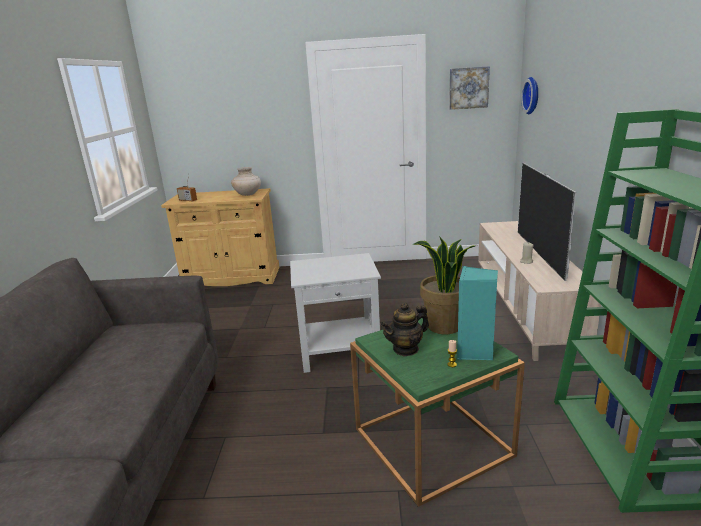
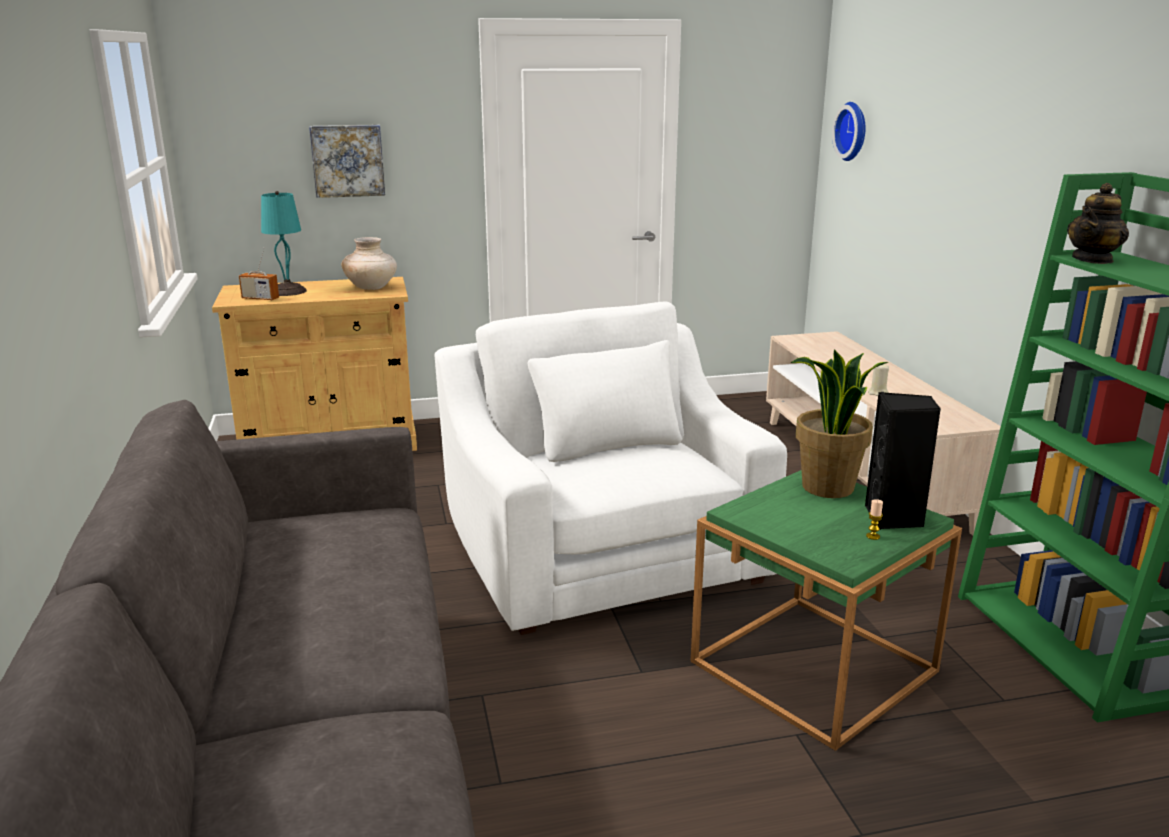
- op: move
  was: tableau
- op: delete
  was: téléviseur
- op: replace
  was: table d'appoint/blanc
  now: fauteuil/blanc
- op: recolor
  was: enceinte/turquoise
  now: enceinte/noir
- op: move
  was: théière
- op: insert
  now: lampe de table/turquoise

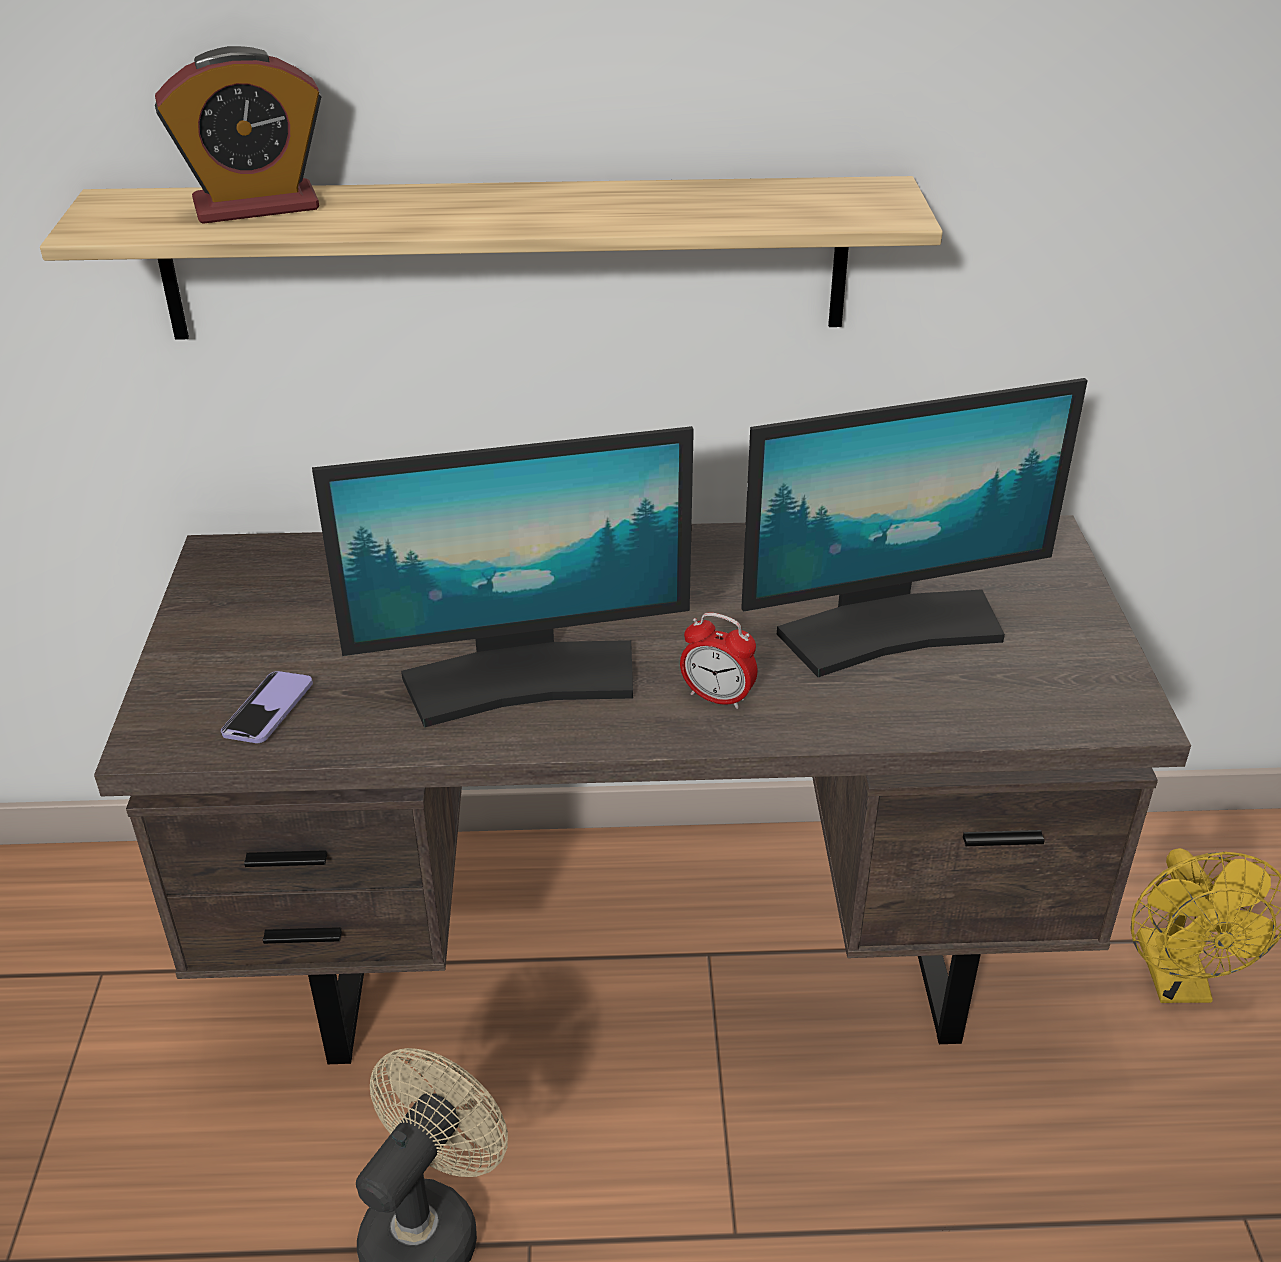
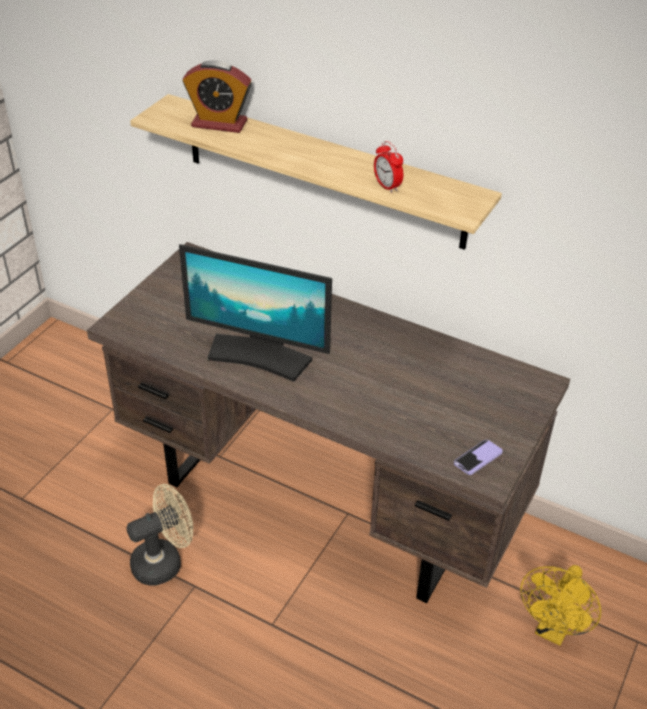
- op: delete
  was: écran d'ordinateur (2nd from left)
- op: move
  was: réveil (2nd from left)
- op: move
  was: téléphone

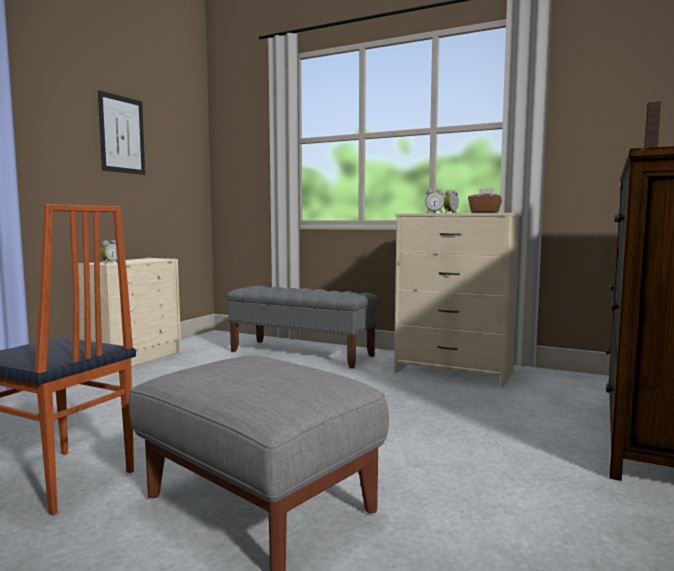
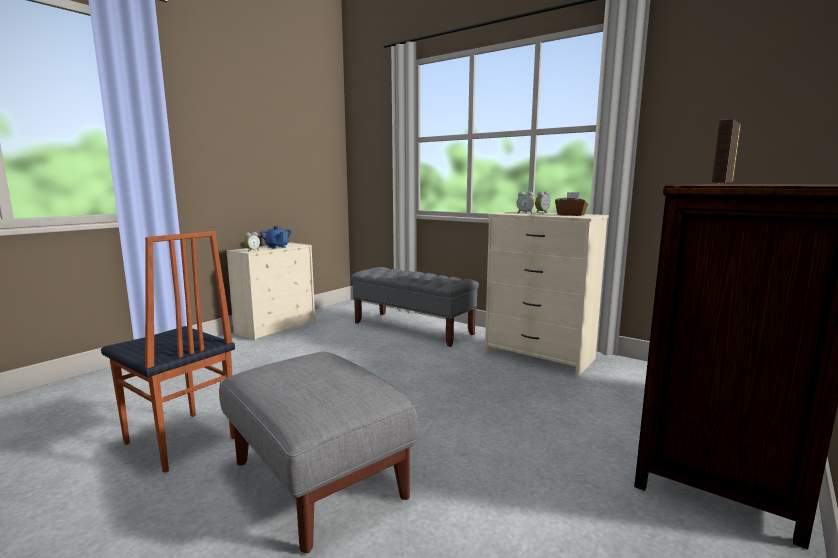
- op: delete
  was: tableau
- op: insert
  now: théière/bleu

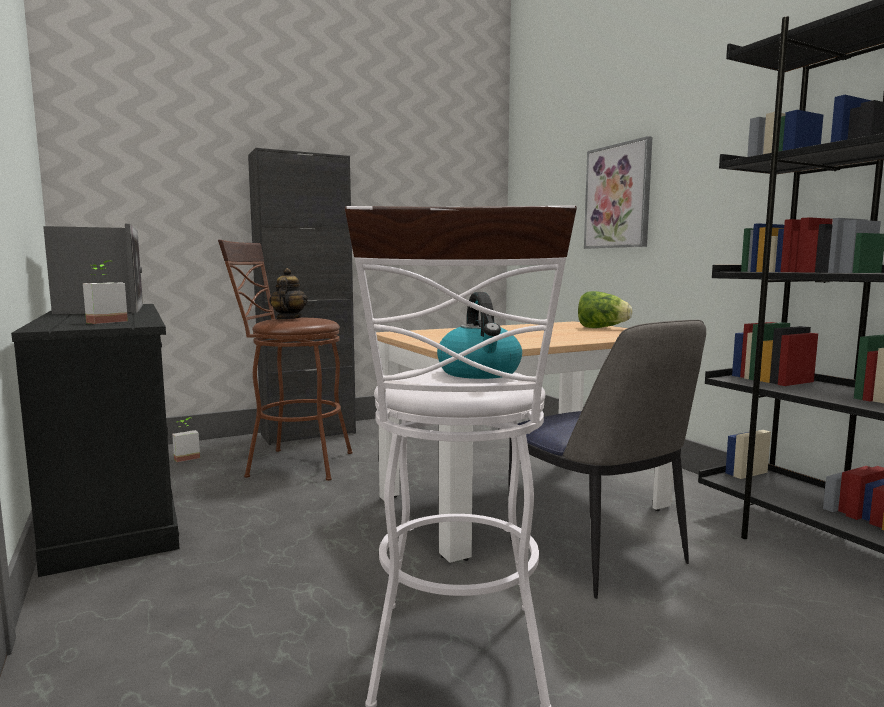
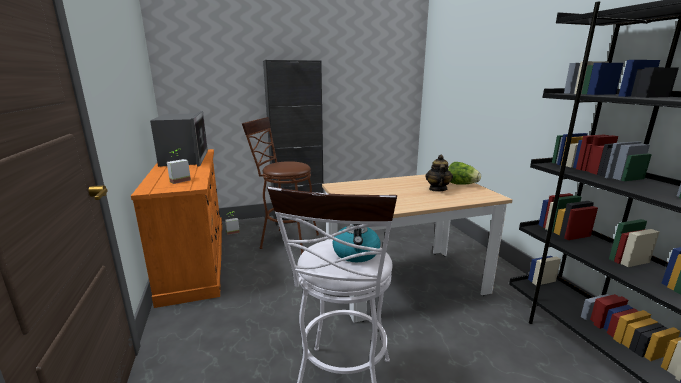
- op: delete
  was: tableau
- op: move
  was: théière
- op: recolor
  was: commode/noir
  now: commode/orange
- op: delete
  was: chaise

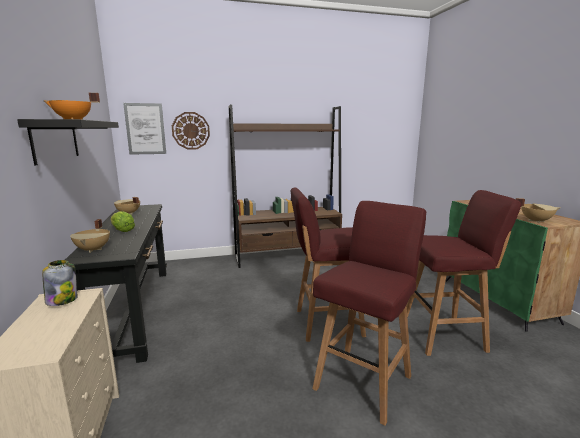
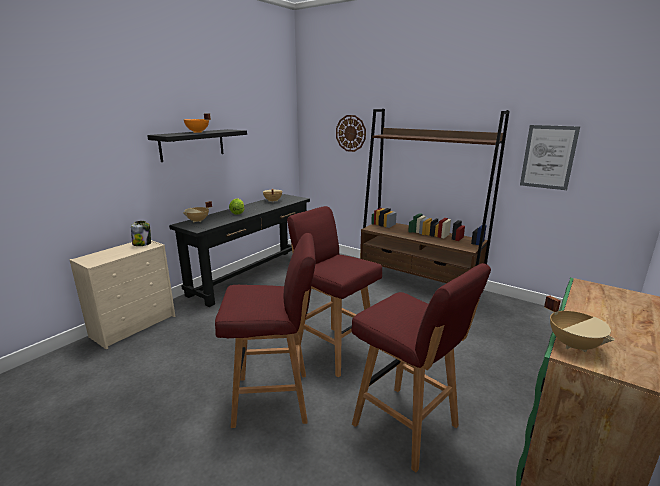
- op: move
  was: tableau

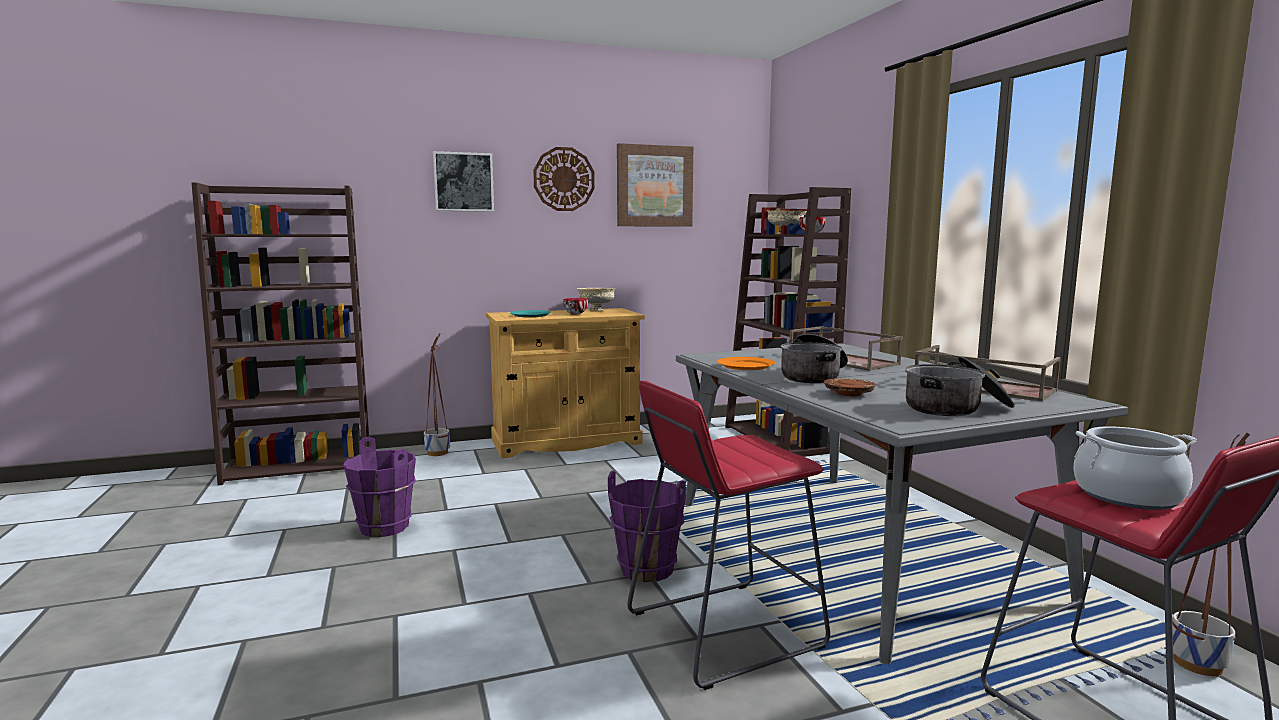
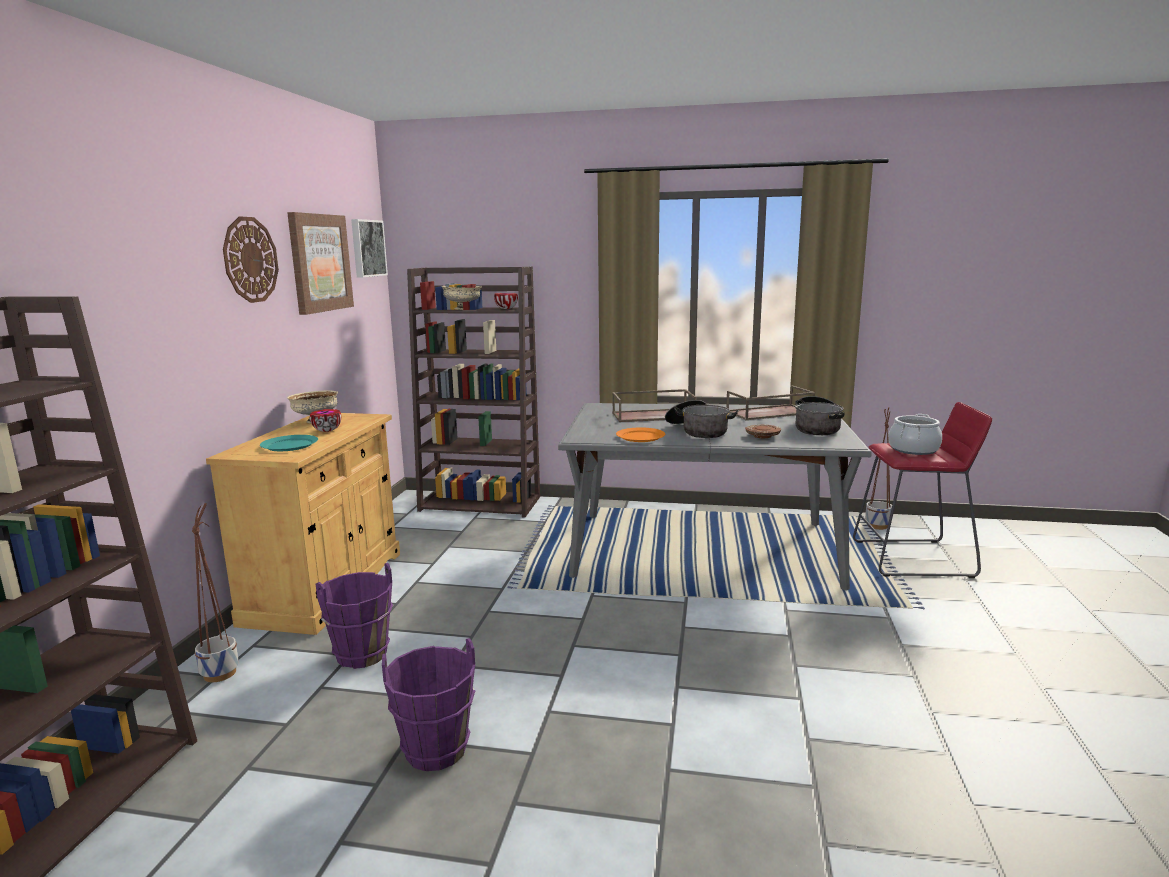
- op: move
  was: tableau (1st from left in the first image)
  now: tableau (2nd from left)
- op: delete
  was: tabouret/rouge (1st from left)
- op: move
  was: seau/violet (2nd from left in the first image)
  now: seau/violet (1st from left)

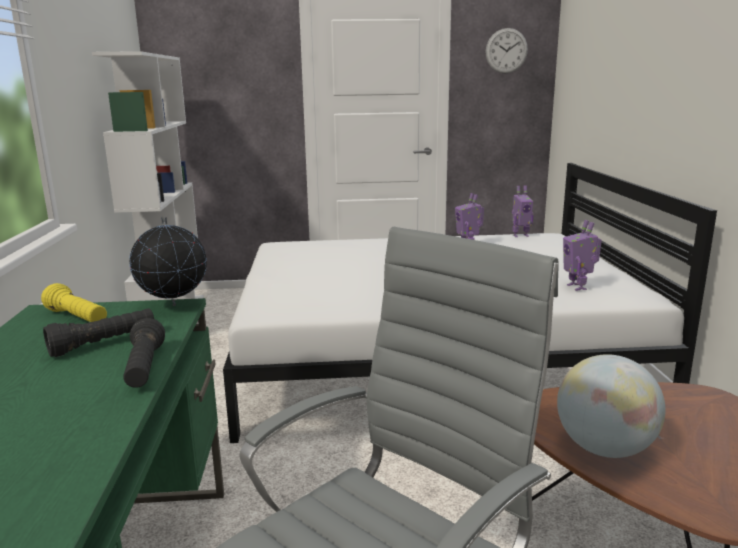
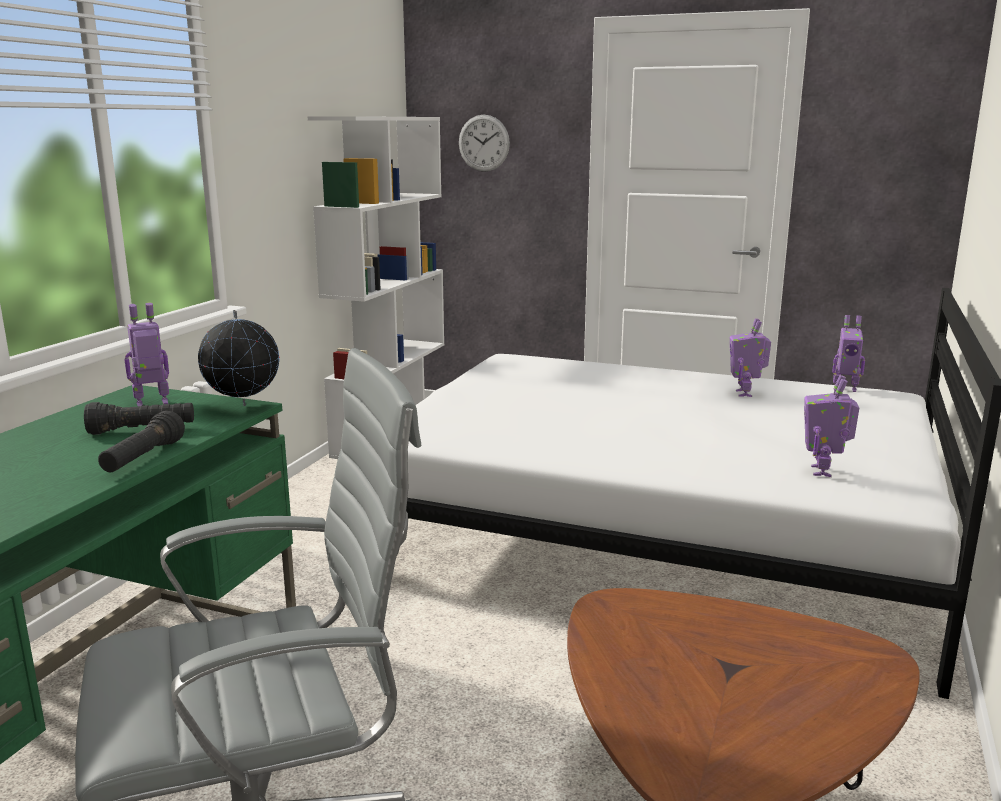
- op: move
  was: horloge murale
- op: replace
  was: lampe de poche/jaune
  now: robot jouet (1st from left)
- op: delete
  was: globe (2nd from left)

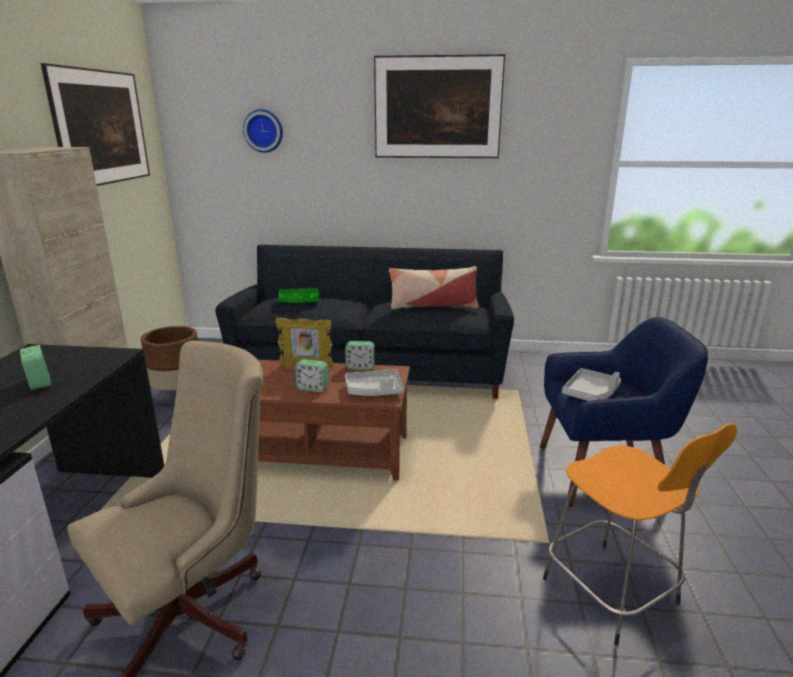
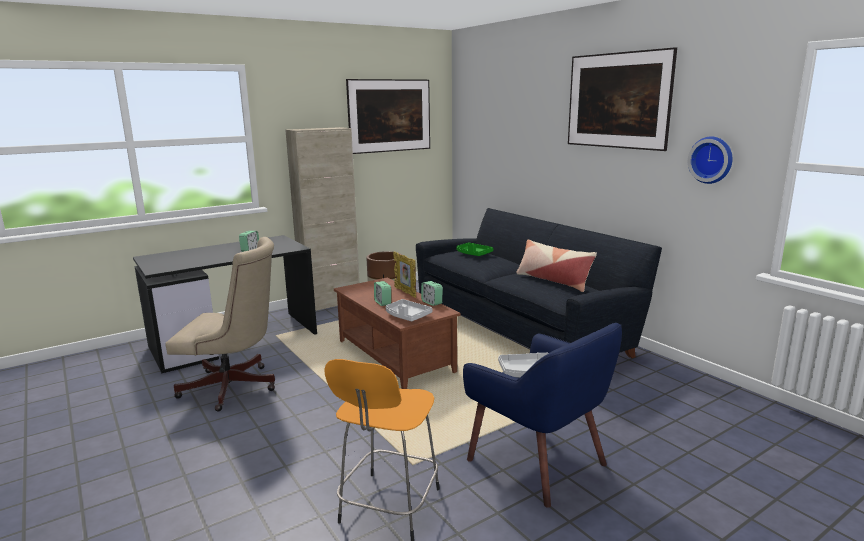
- op: move
  was: horloge murale

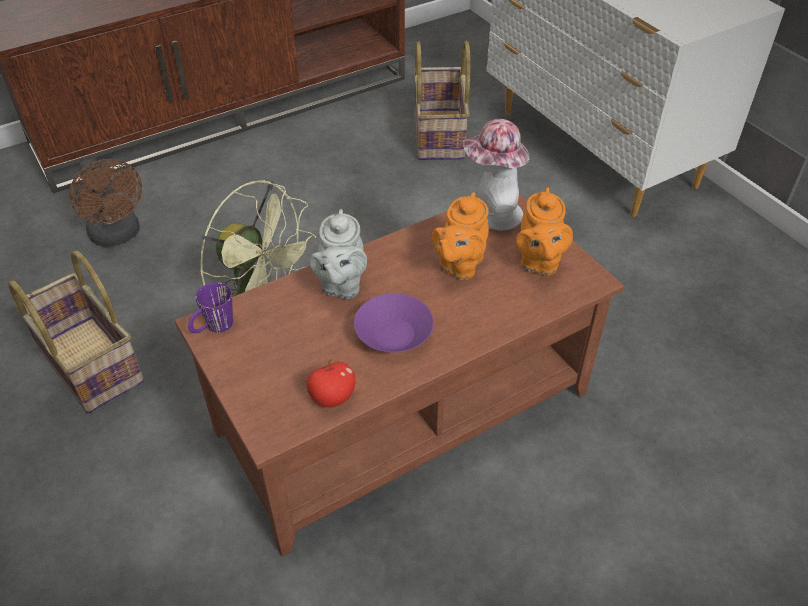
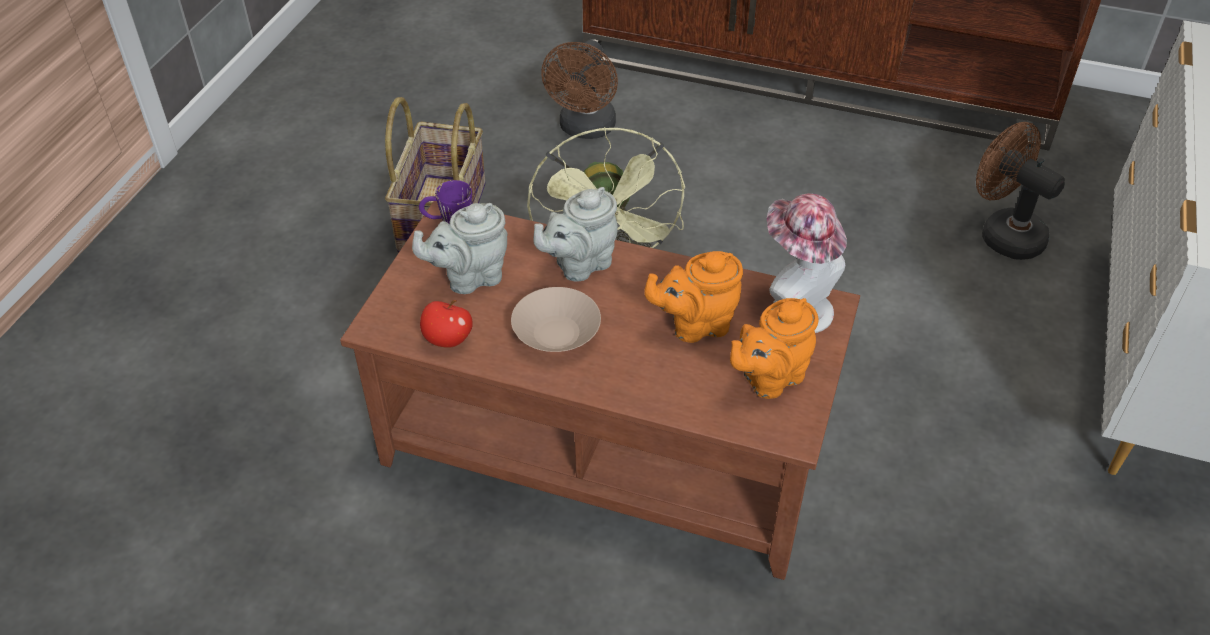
- op: replace
  was: panier (2nd from left)
  now: ventilateur/marron (2nd from left)
- op: recolor
  was: bol/violet
  now: bol/beige
- op: insert
  now: théière/gris (1st from left)

